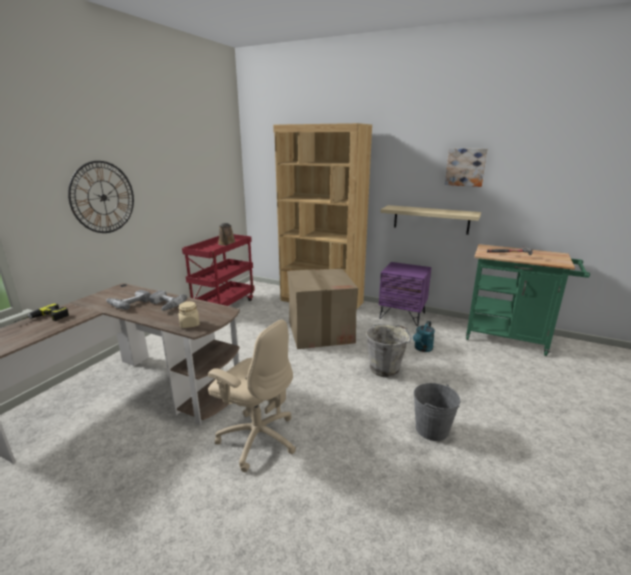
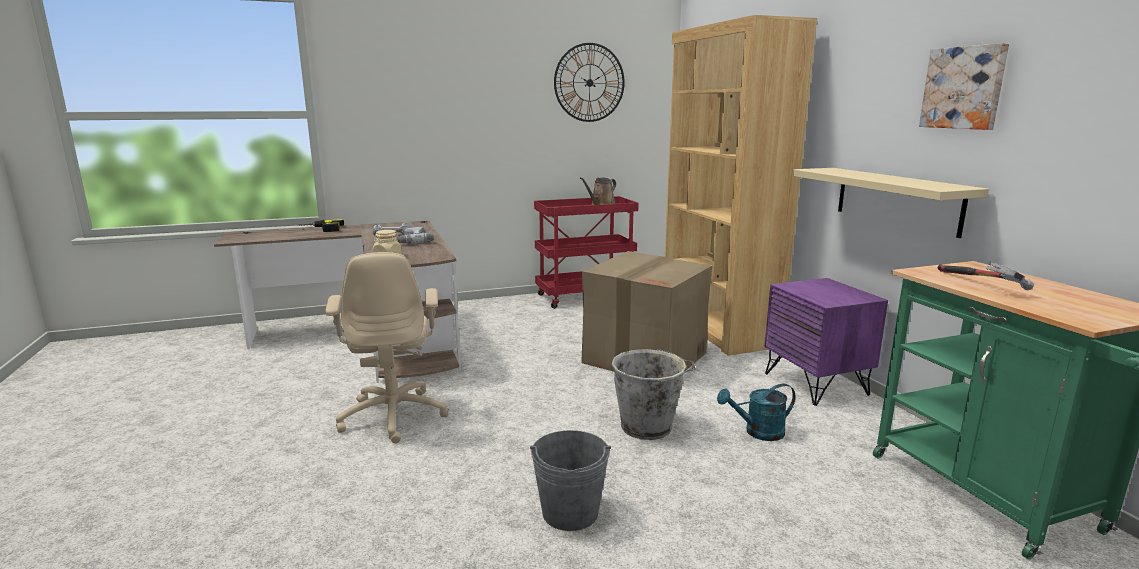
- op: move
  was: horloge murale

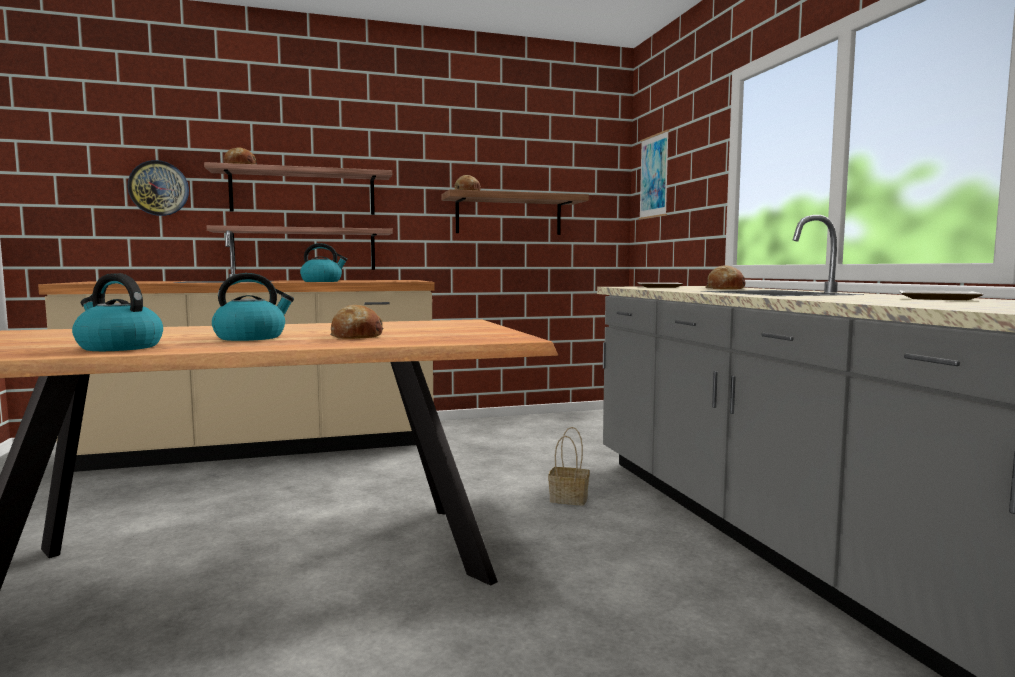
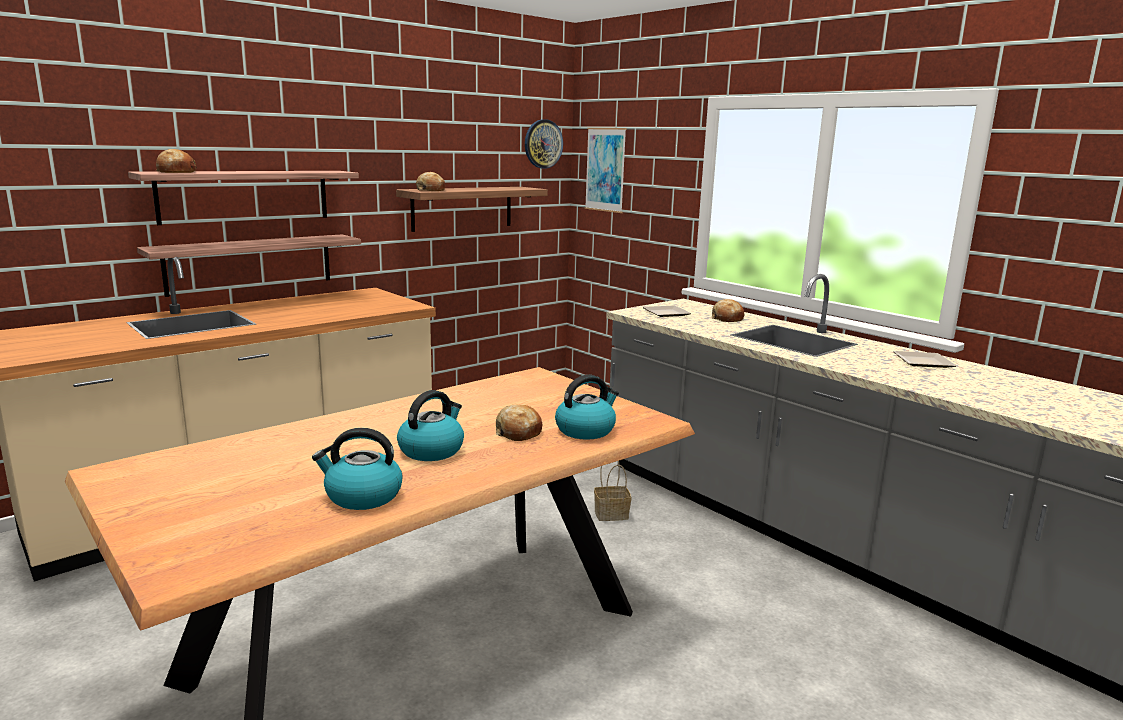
- op: move
  was: horloge murale
- op: move
  was: bouilloire (3rd from left)

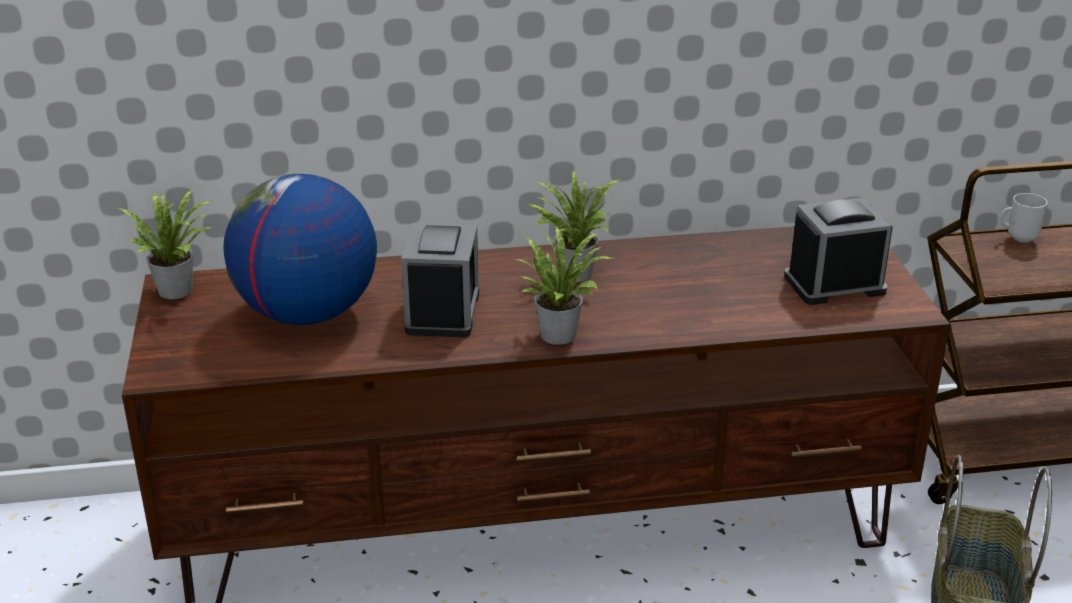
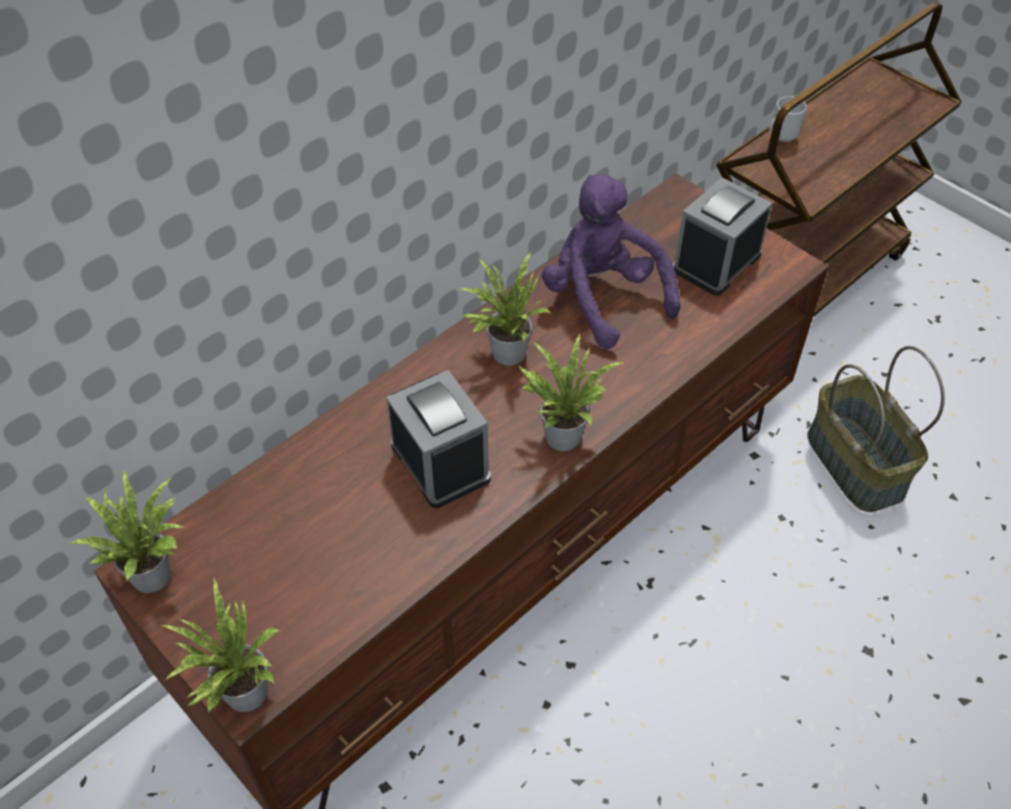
- op: delete
  was: globe
- op: insert
  now: peluche/violet
- op: insert
  now: plante en pot (2nd from left)

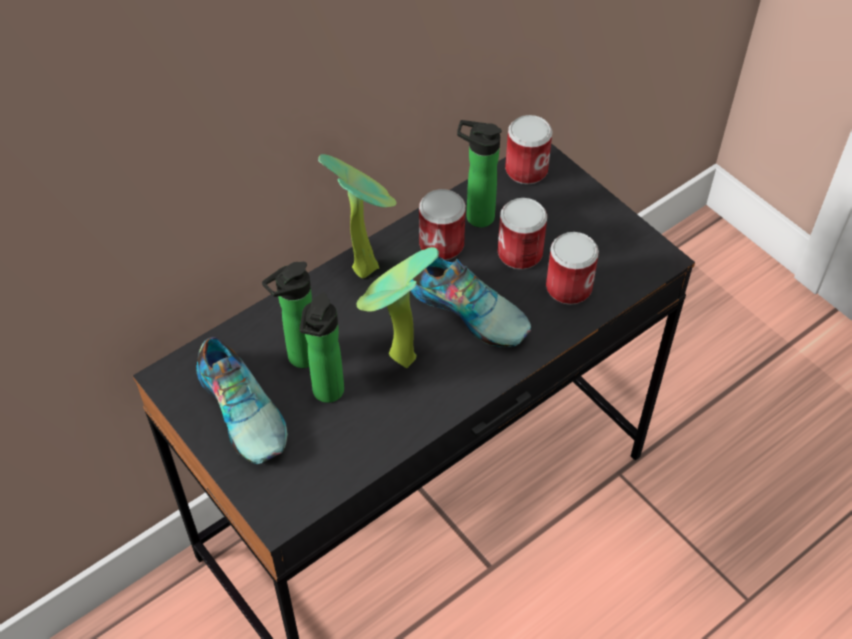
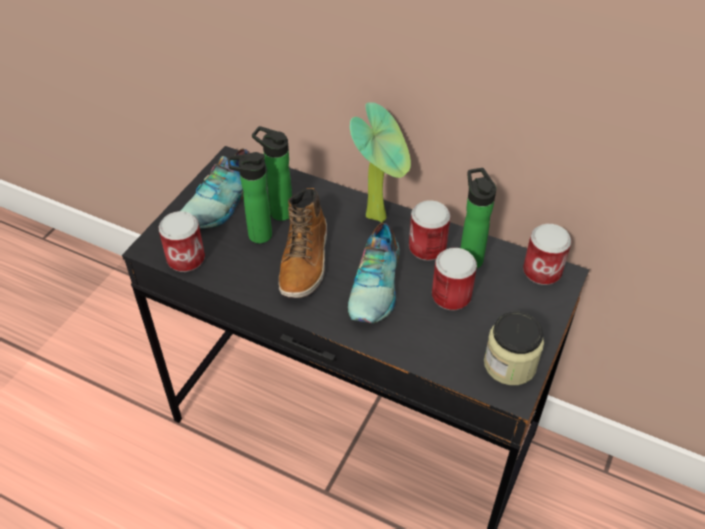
- op: move
  was: boîte métallique (4th from left in the first image)
  now: boîte métallique (1st from left)
- op: replace
  was: plante en pot (2nd from left)
  now: botte
- op: insert
  now: bocal

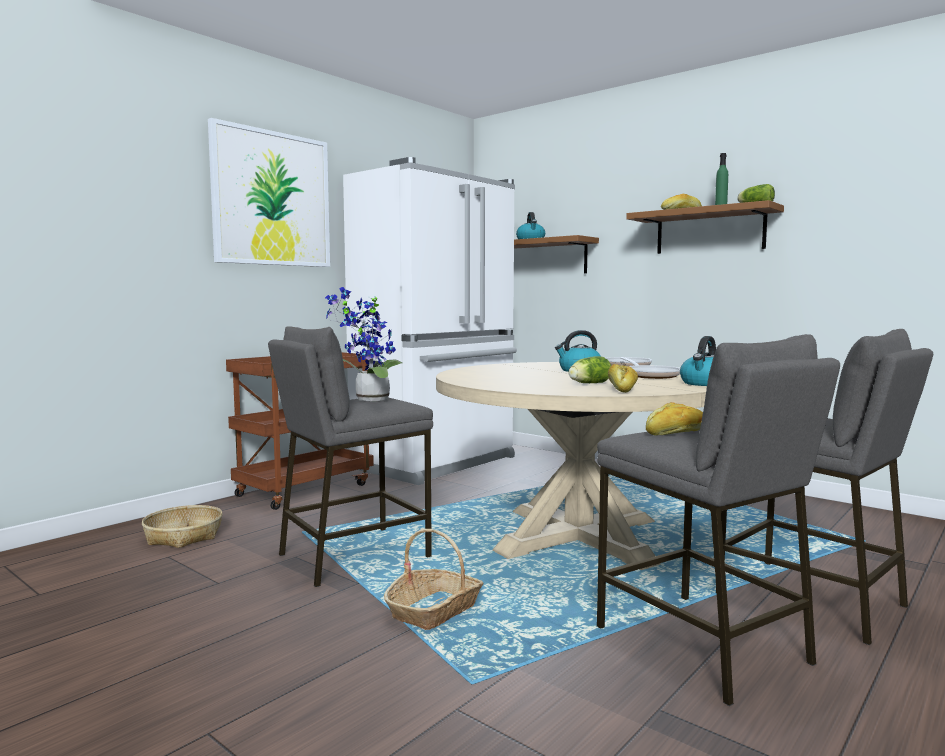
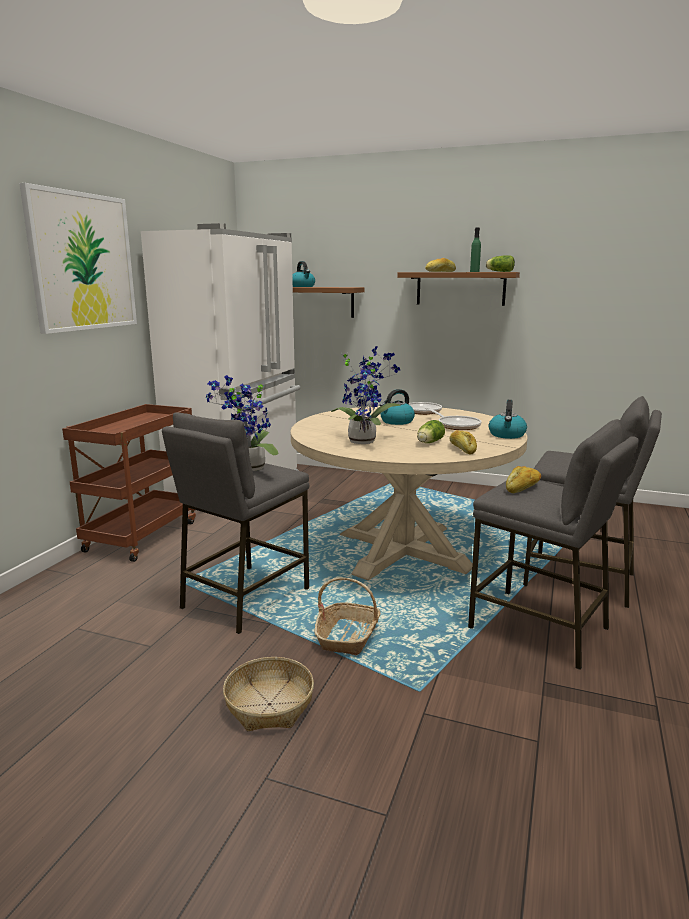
- op: move
  was: panier (1st from left)
- op: insert
  now: plante en pot (2nd from left)

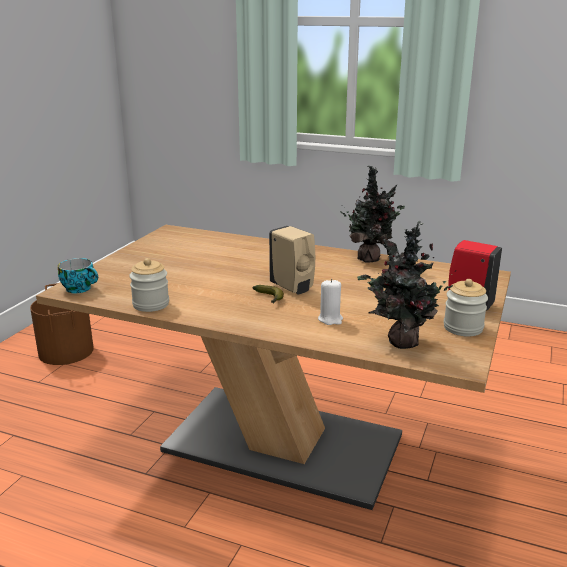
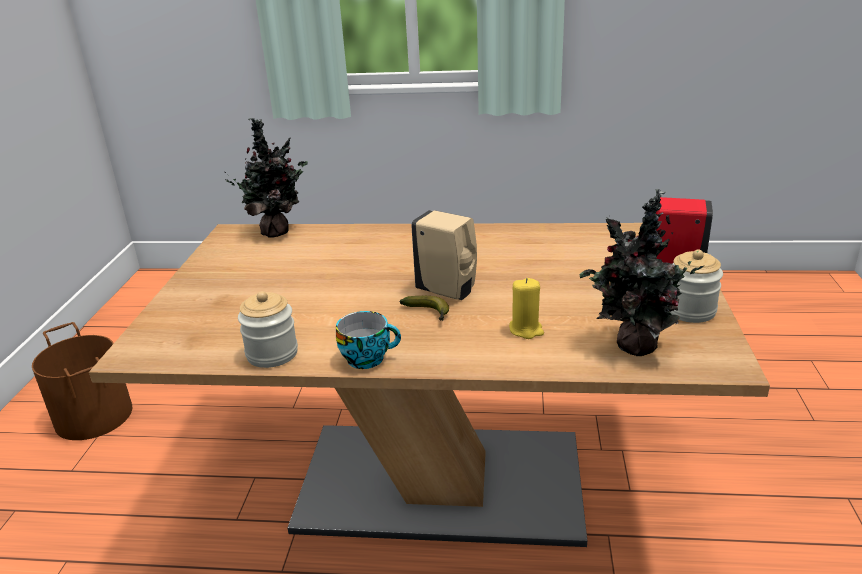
- op: move
  was: plante en pot (1st from left)
- op: move
  was: tasse
- op: recolor
  was: bougie/blanc
  now: bougie/jaune

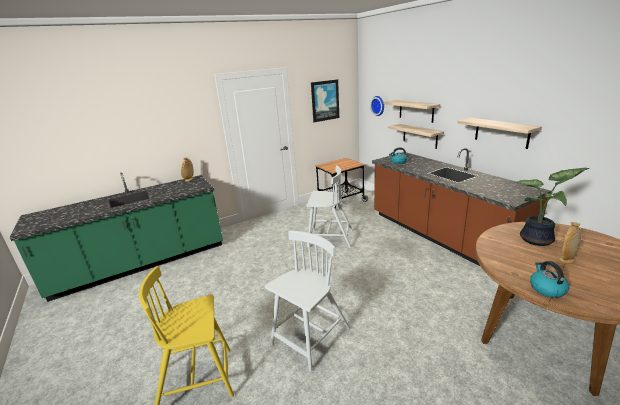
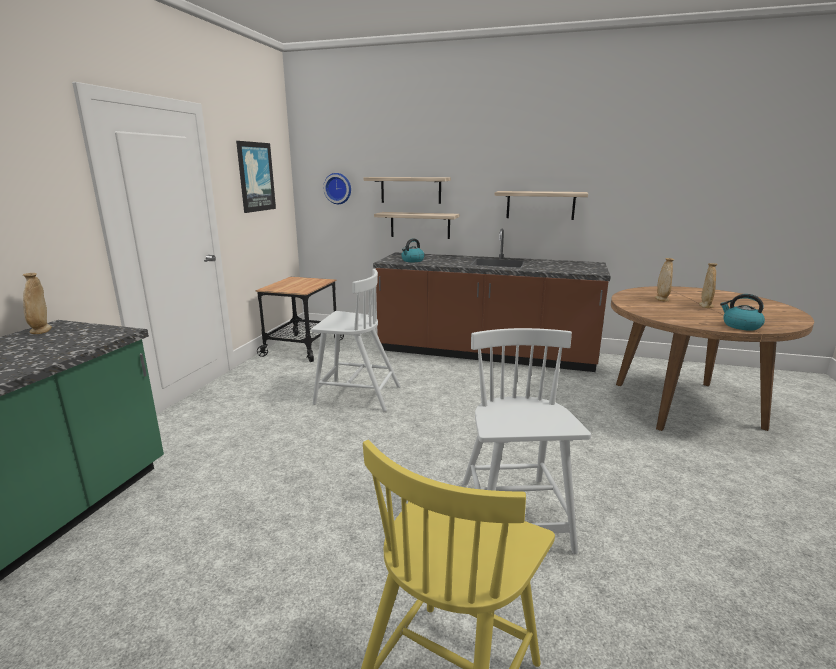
- op: rotate
  was: chaise/blanc (2nd from left in the first image)
  clockwise: 45
- op: replace
  was: plante en pot
  now: vase/beige (2nd from left)

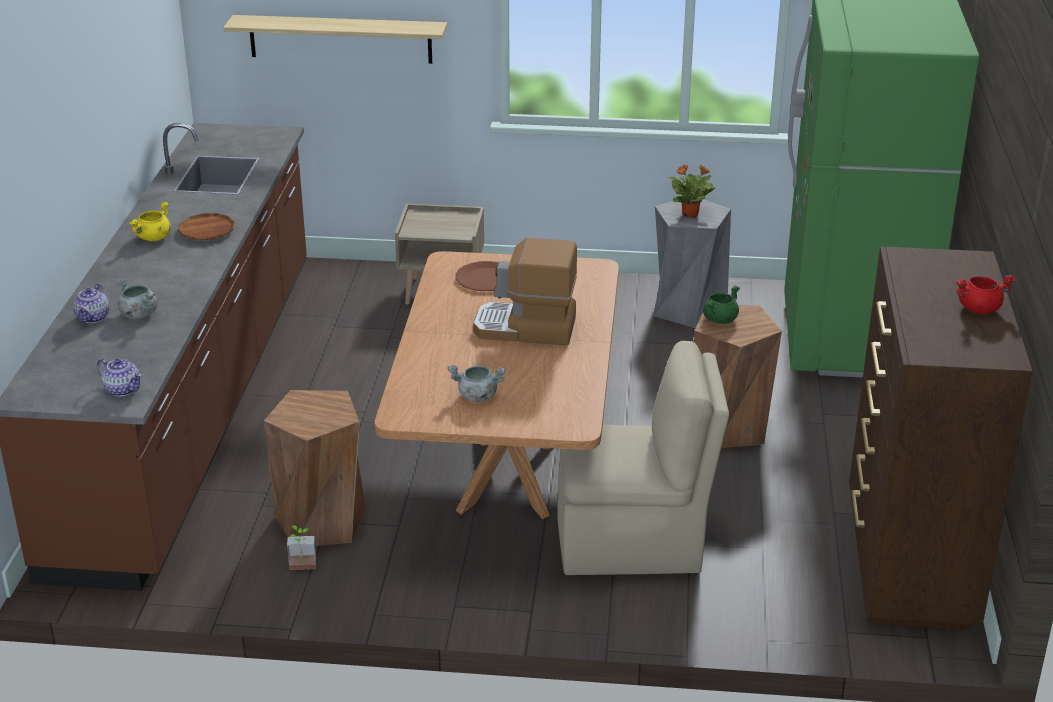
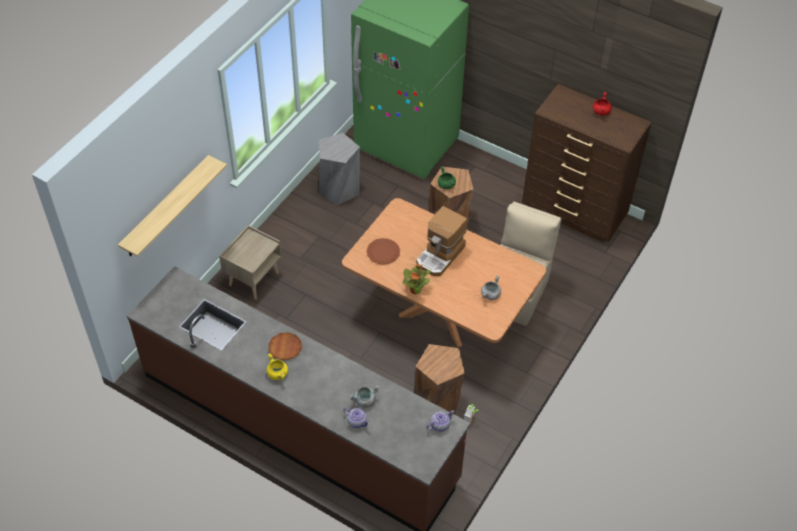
- op: move
  was: plante en pot (2nd from left in the first image)
  now: plante en pot (1st from left)

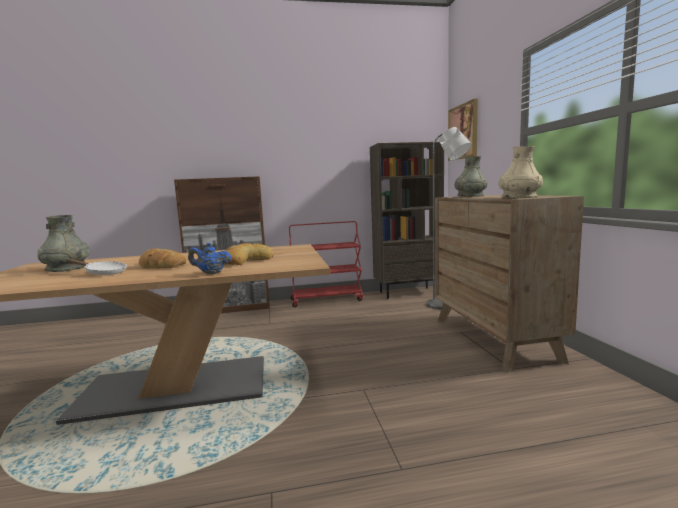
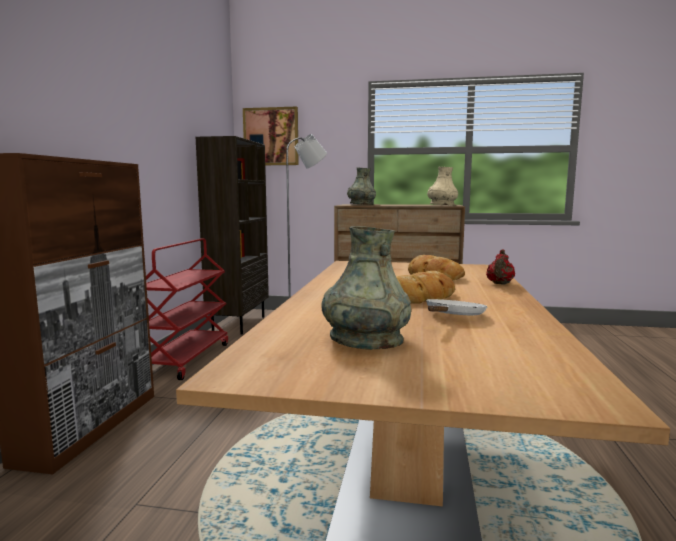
- op: recolor
  was: théière/bleu
  now: théière/rouge

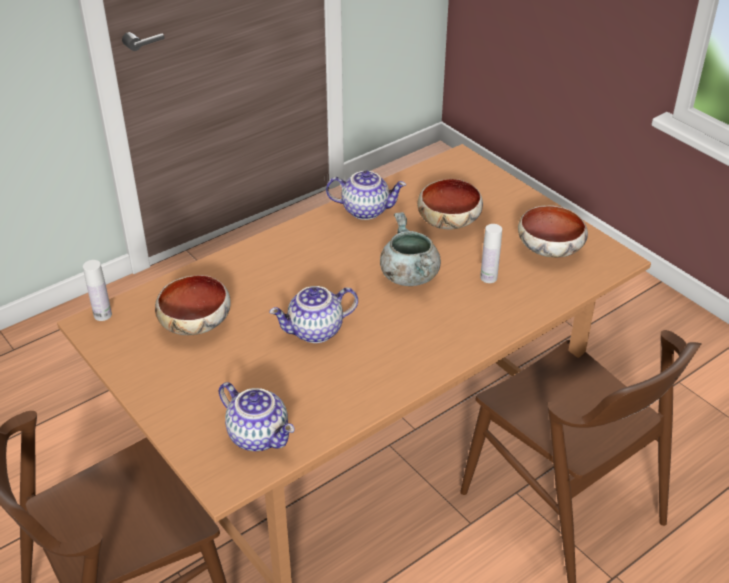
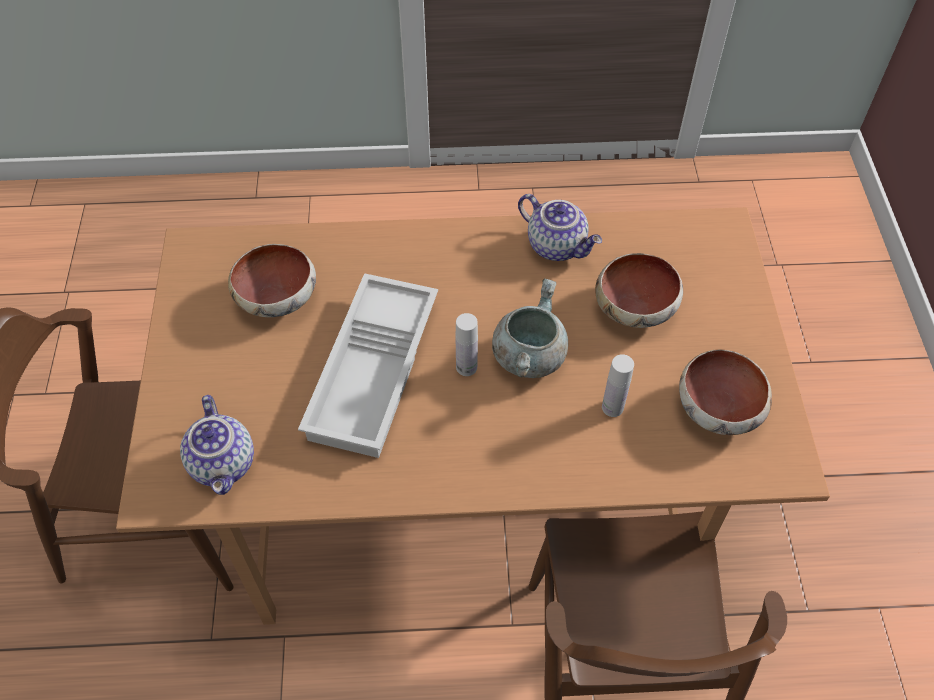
- op: move
  was: bouteille/blanc (1st from left)
- op: replace
  was: théière (2nd from left)
  now: plateau/blanc

